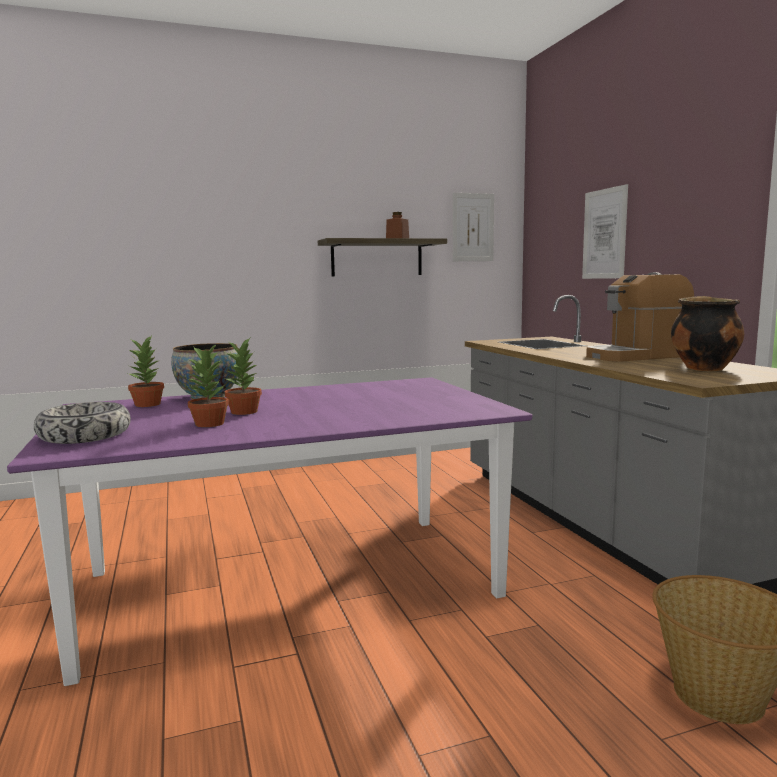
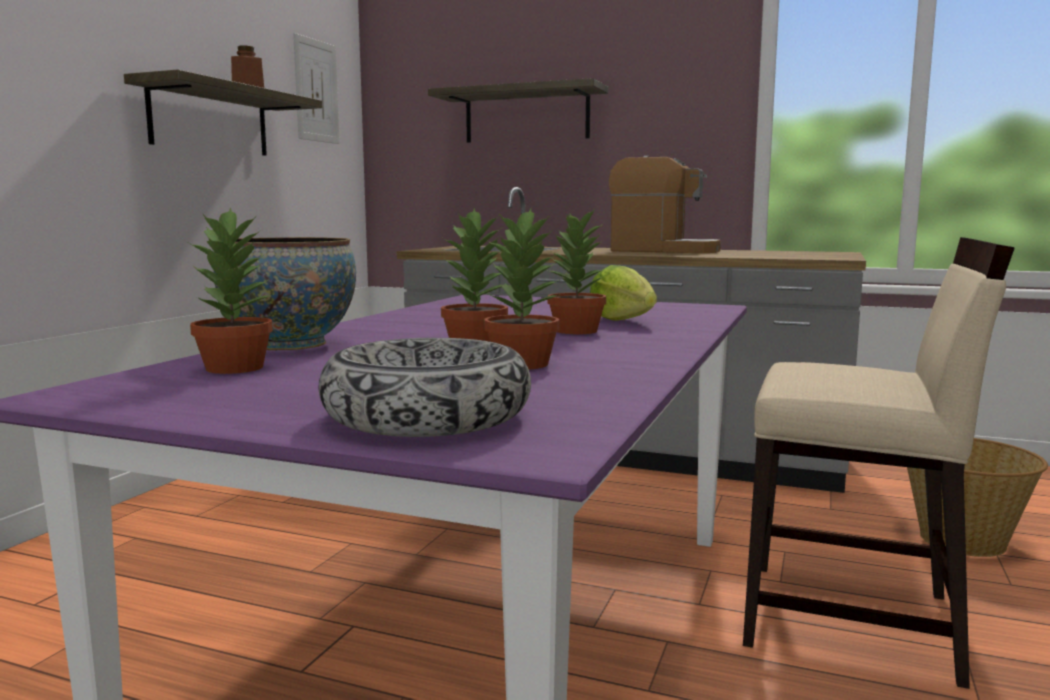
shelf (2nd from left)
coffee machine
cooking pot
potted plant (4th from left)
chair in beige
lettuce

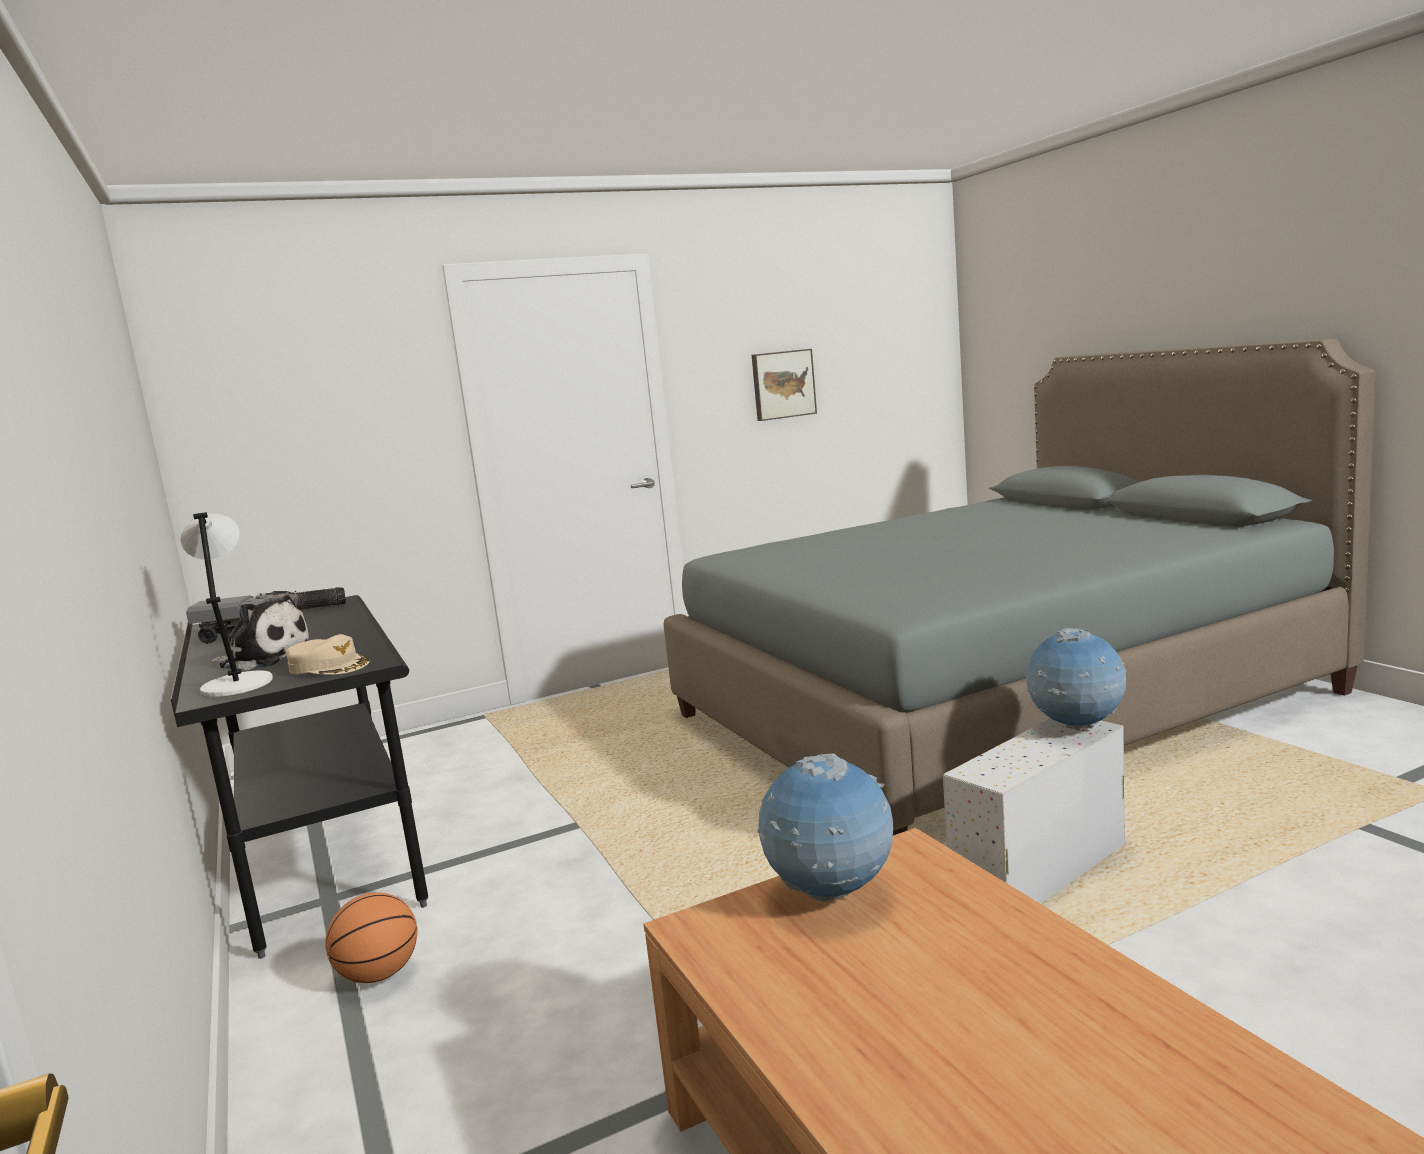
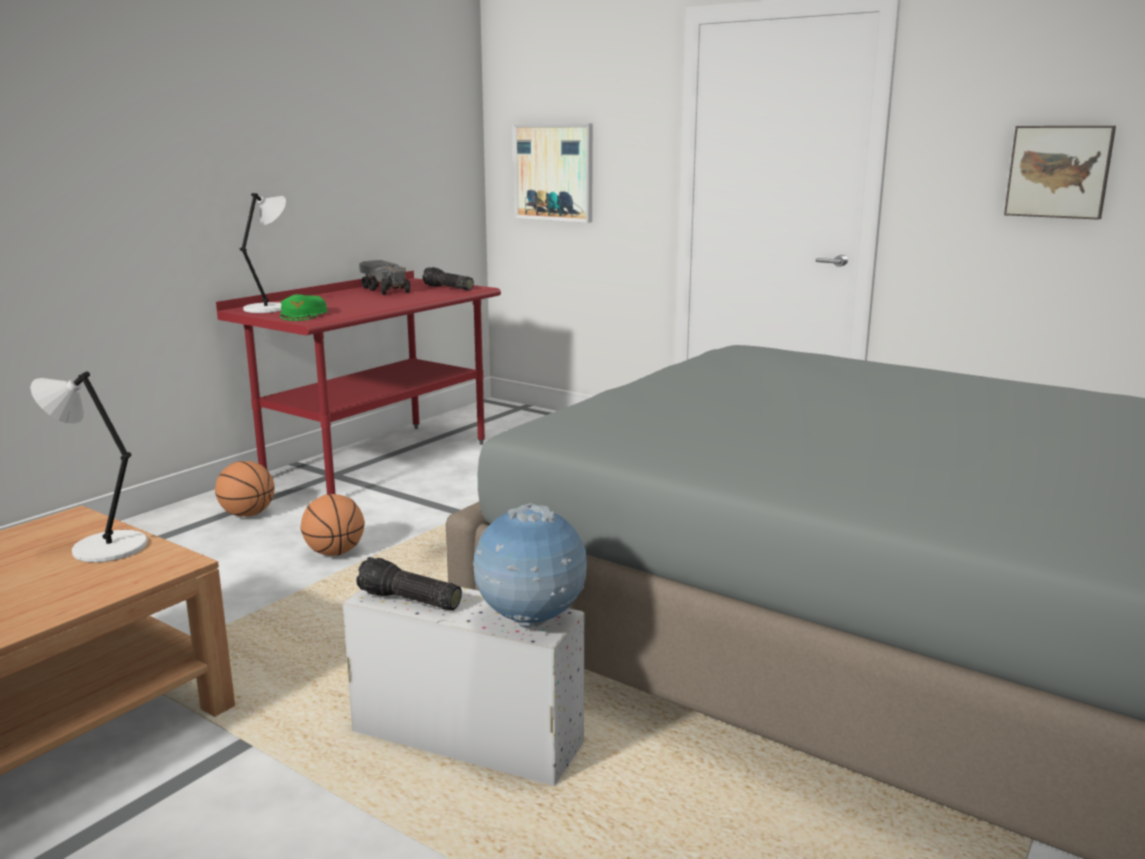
desk in red
plush toy
cap in green
table lamp in white (1st from left)
picture (1st from left)
basketball (2nd from left)
flashlight (1st from left)

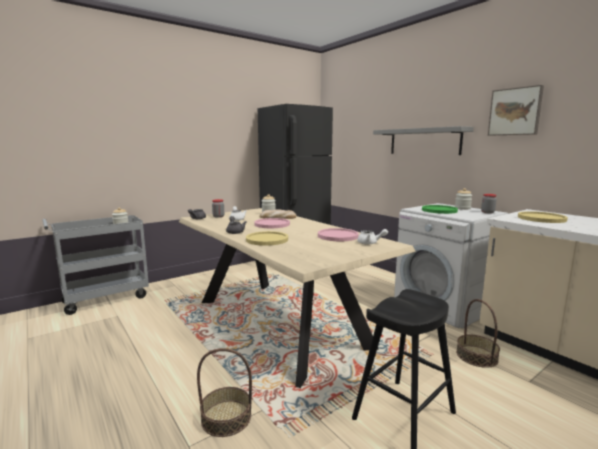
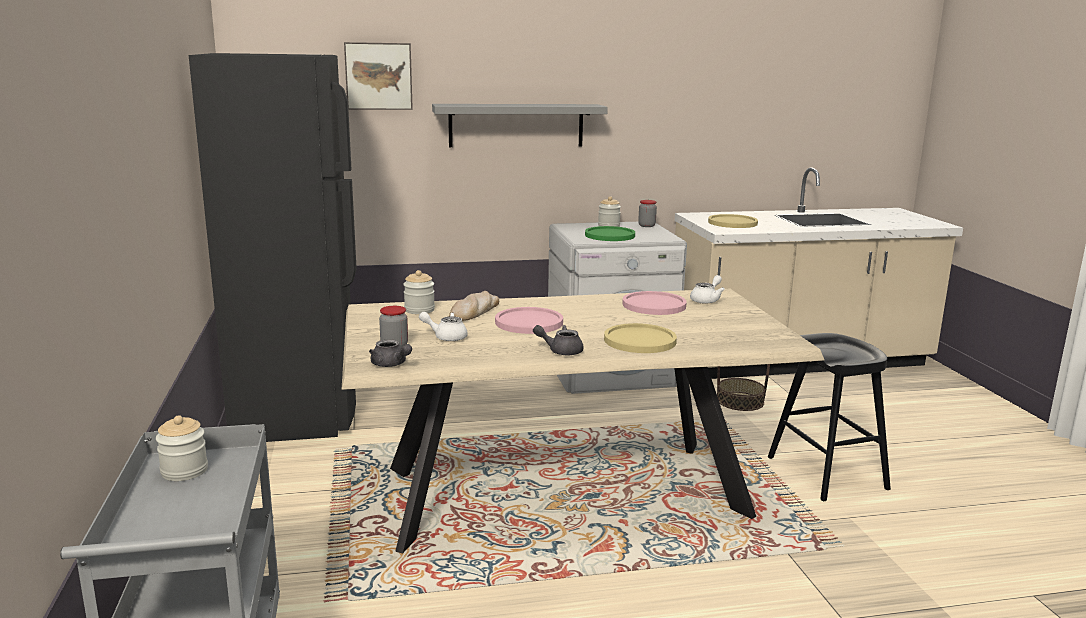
picture
basket (1st from left in the first image)

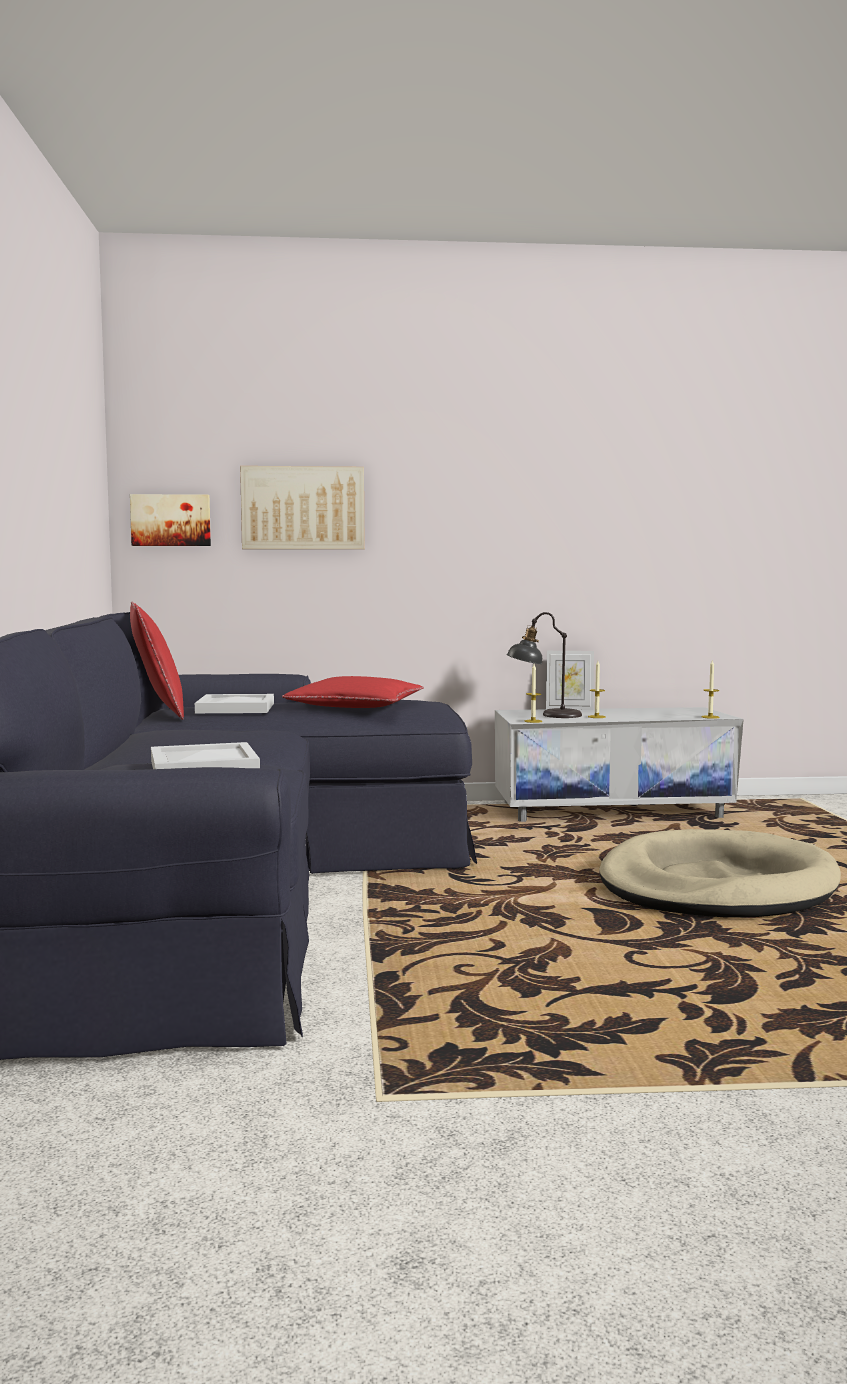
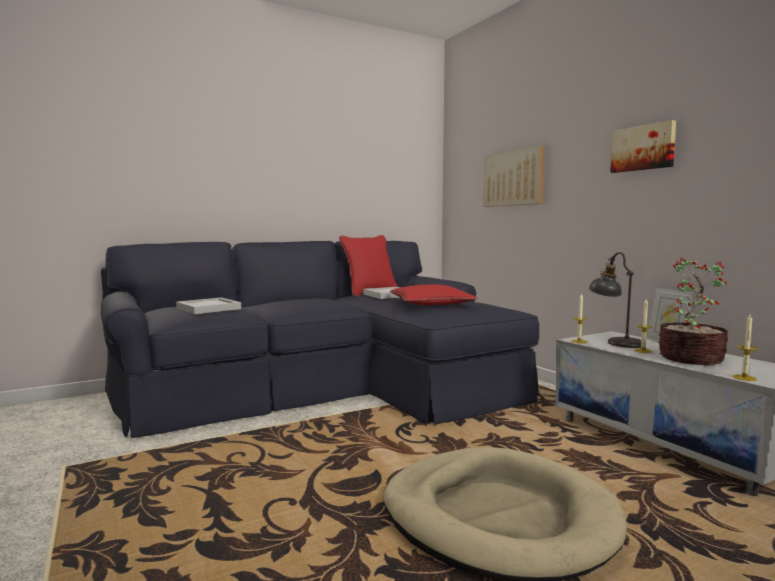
picture (2nd from left)
potted plant

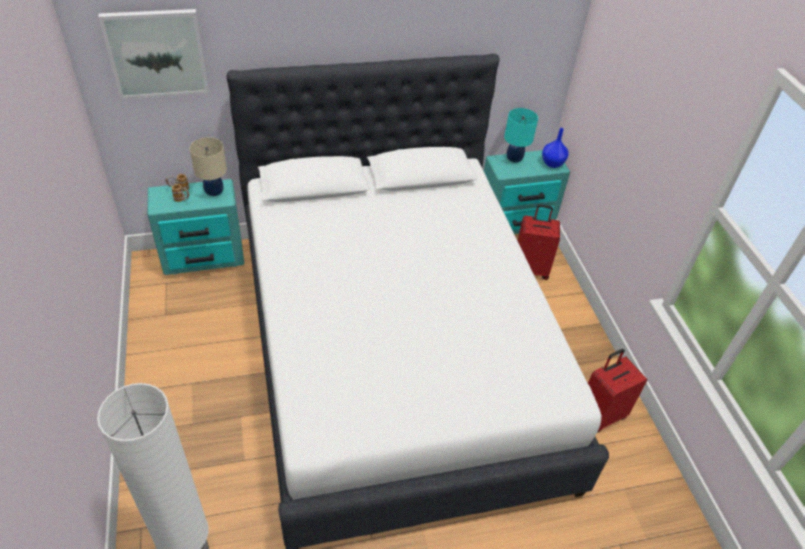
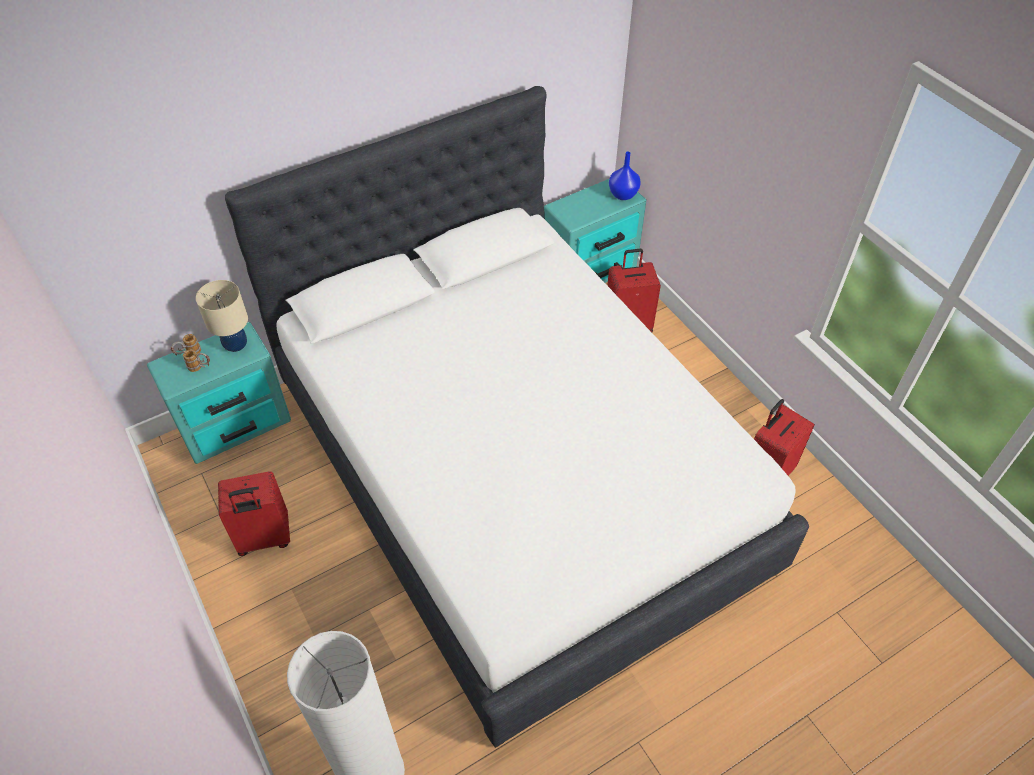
picture
table lamp in turquoise
suitcase in red (1st from left)

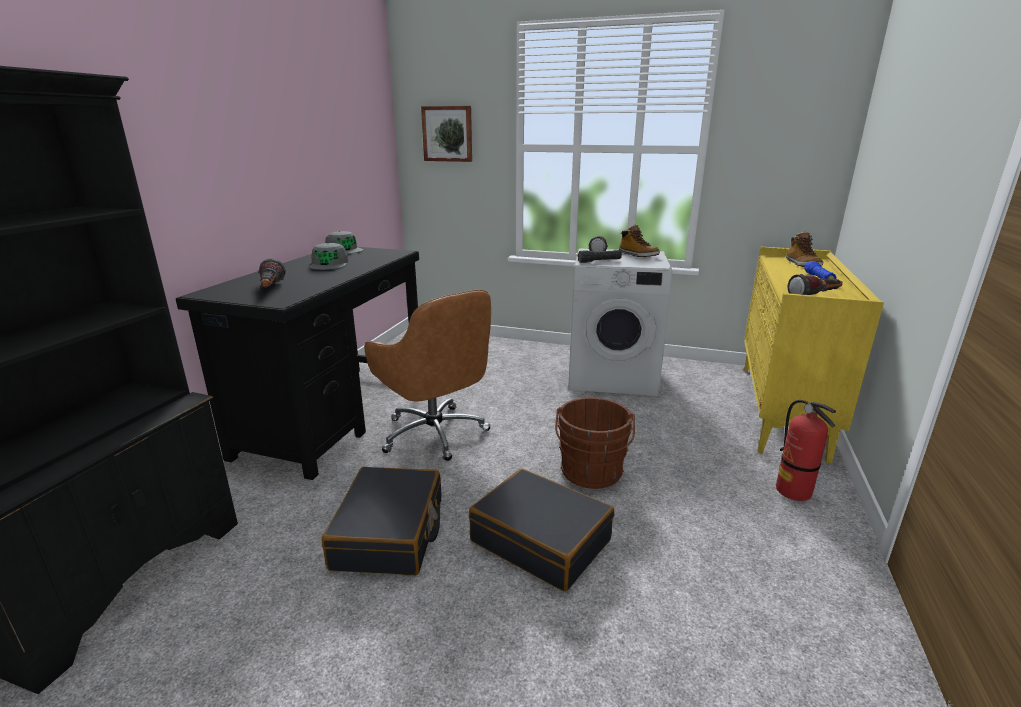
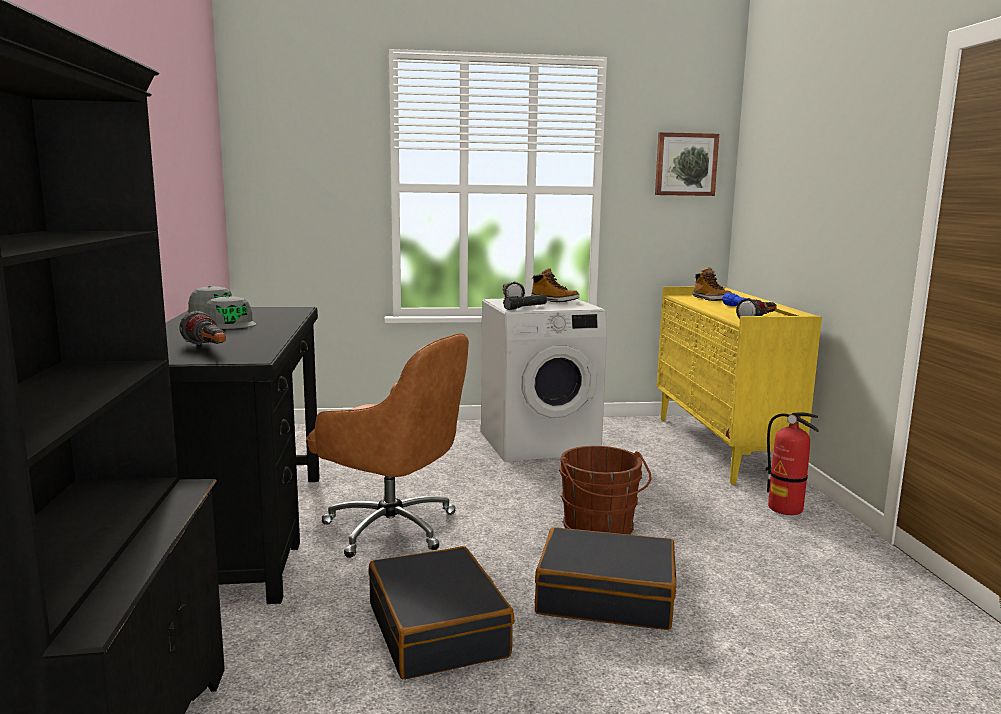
picture

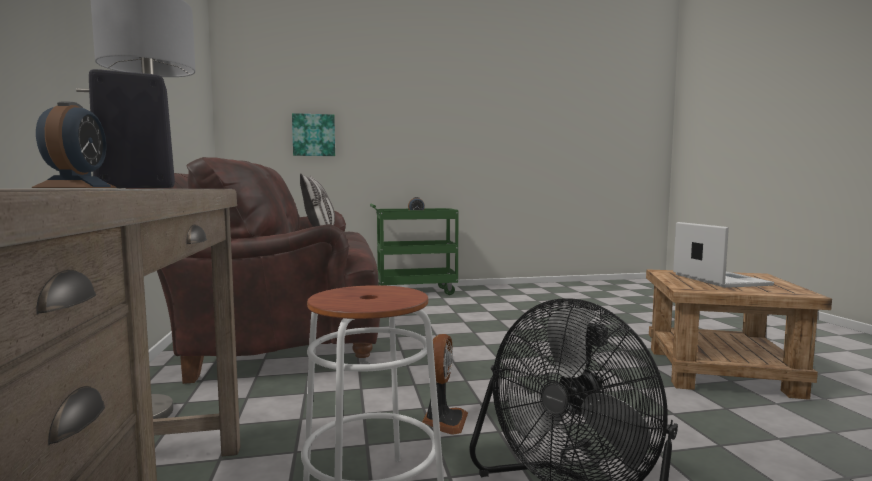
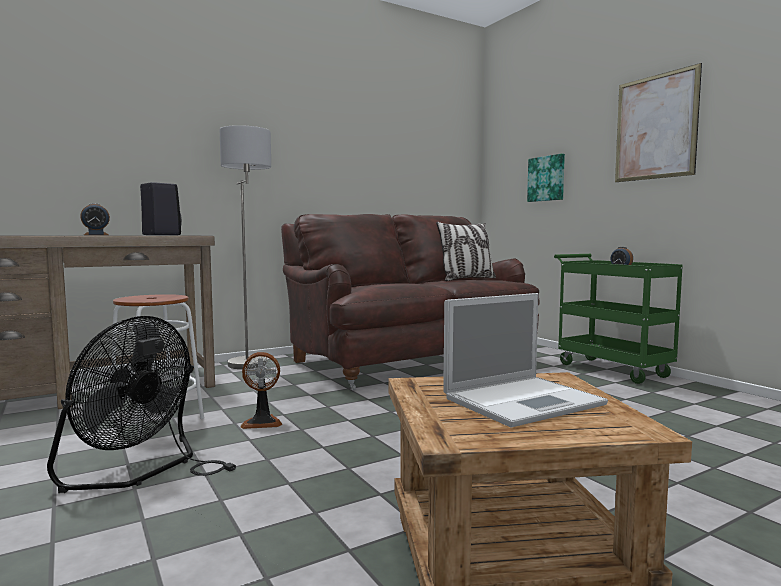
picture (2nd from left)

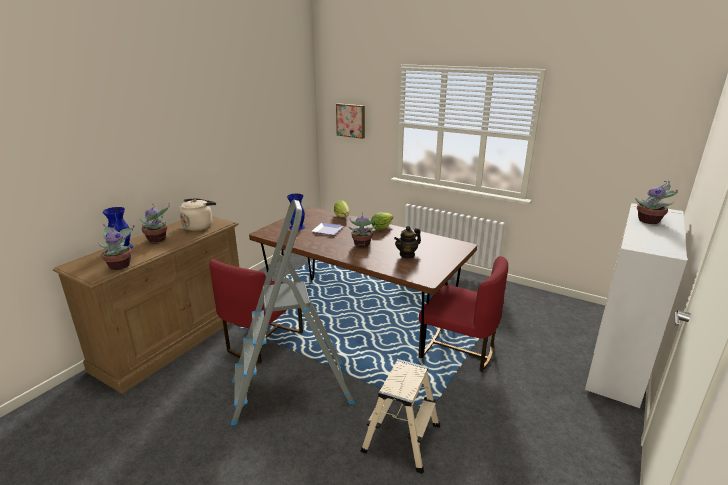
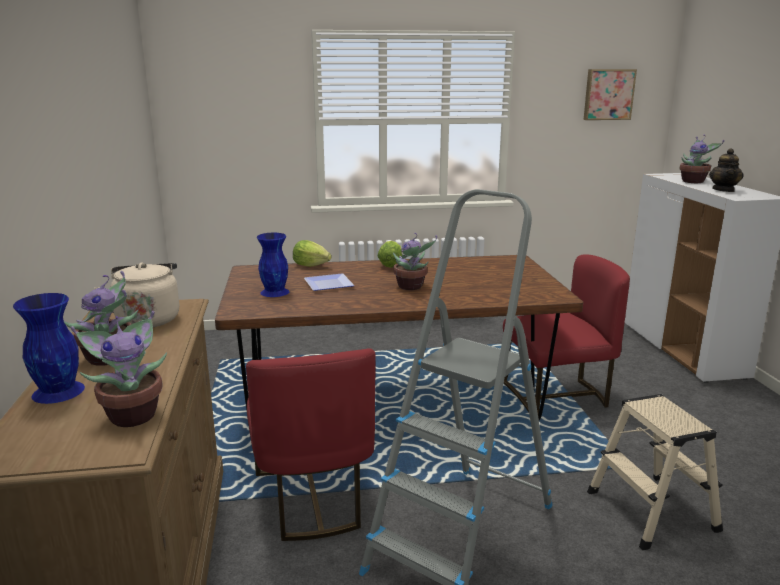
picture
teapot

